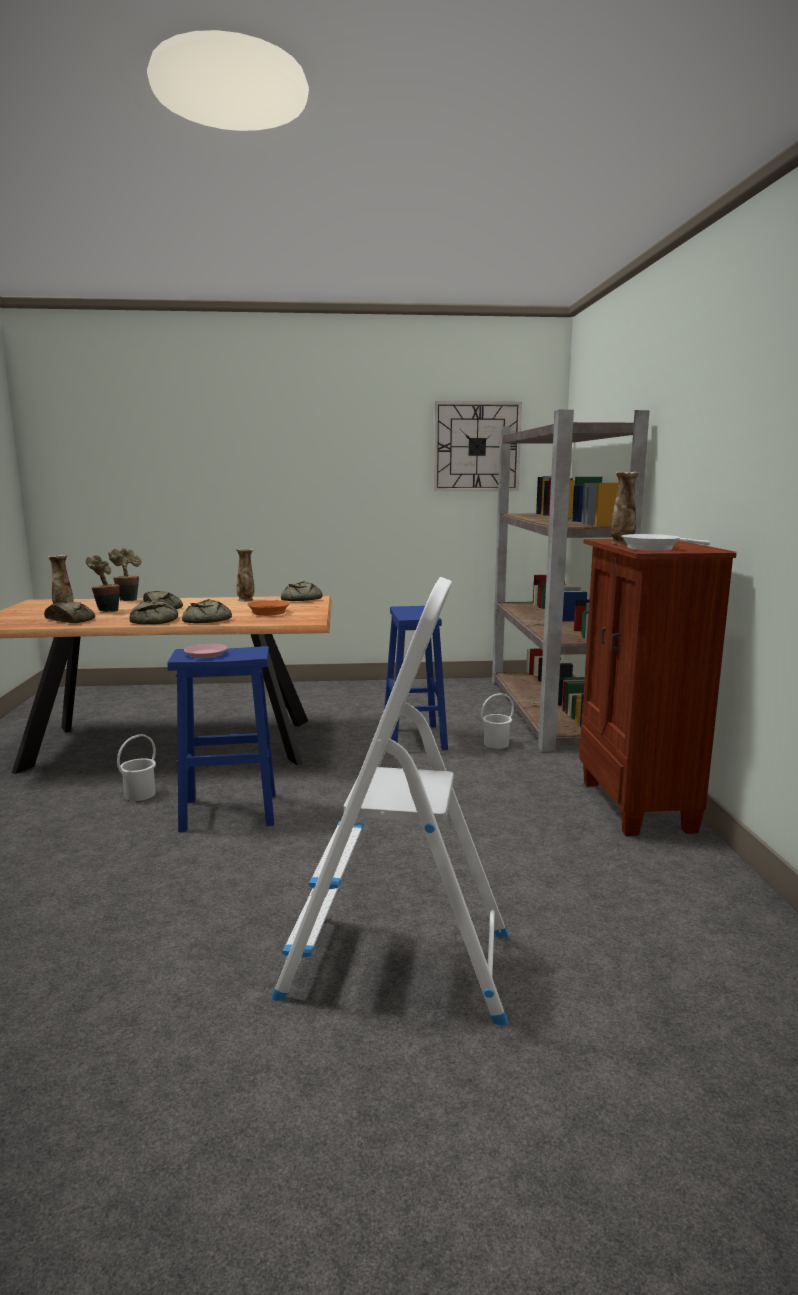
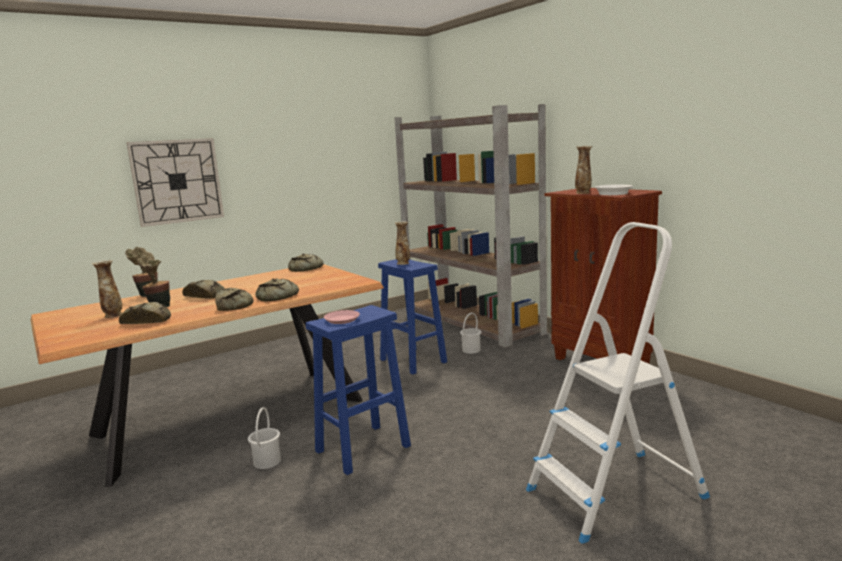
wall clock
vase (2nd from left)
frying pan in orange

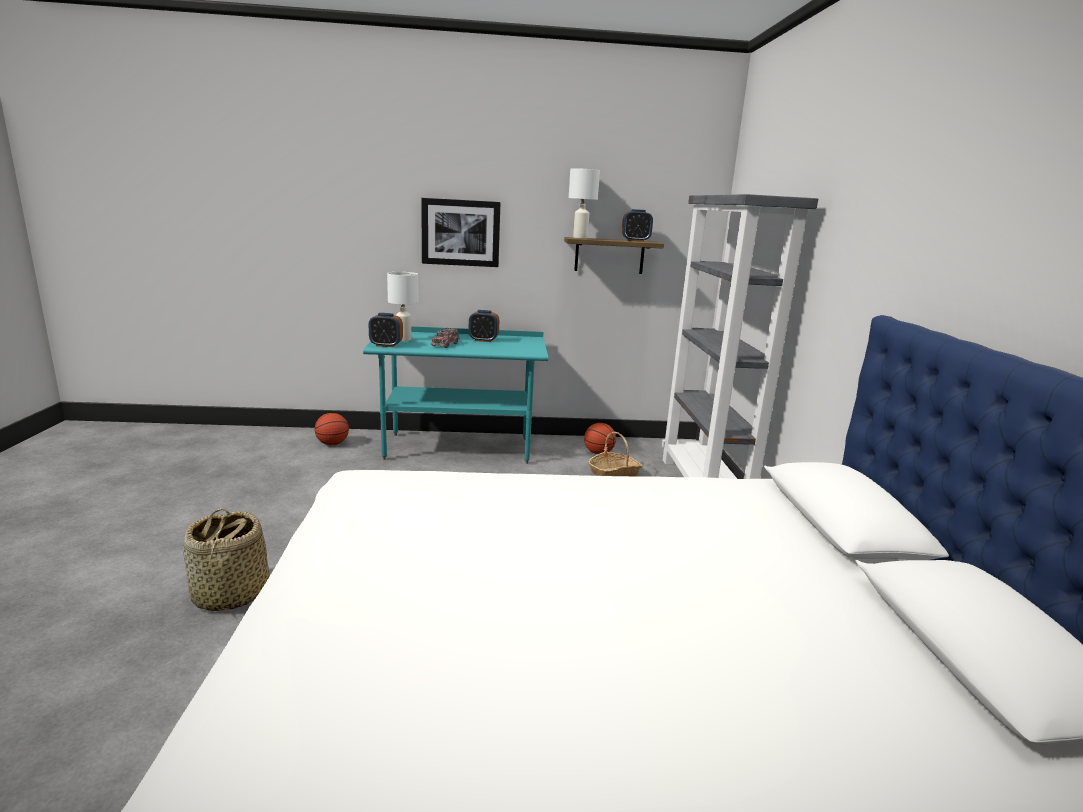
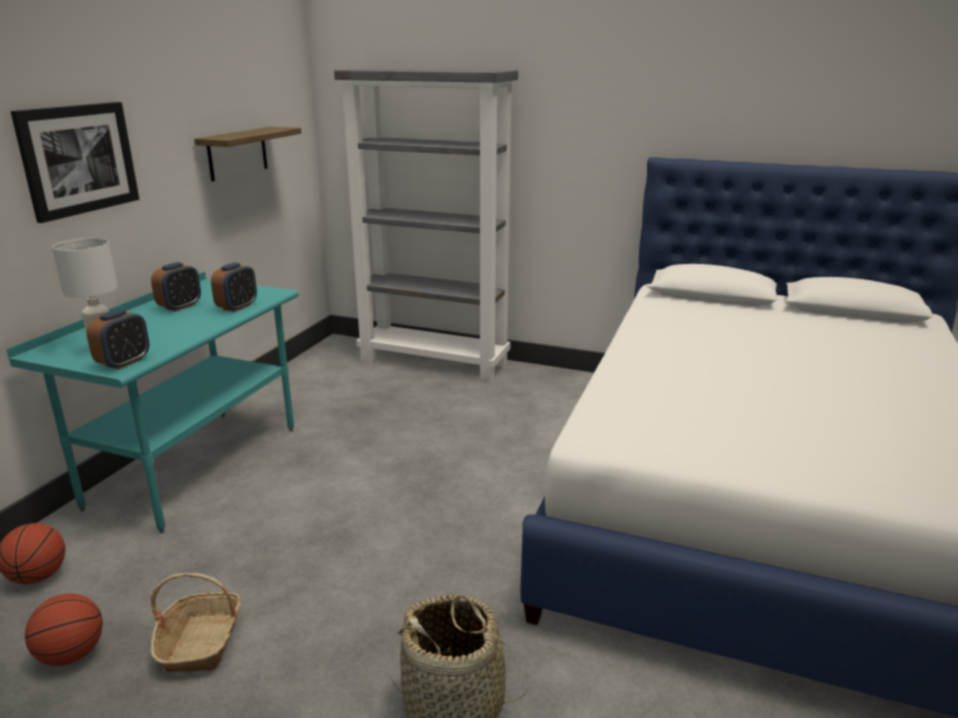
table lamp in white (2nd from left in the first image)
alarm clock (3rd from left)
toy truck
basketball (2nd from left)
basket (1st from left)

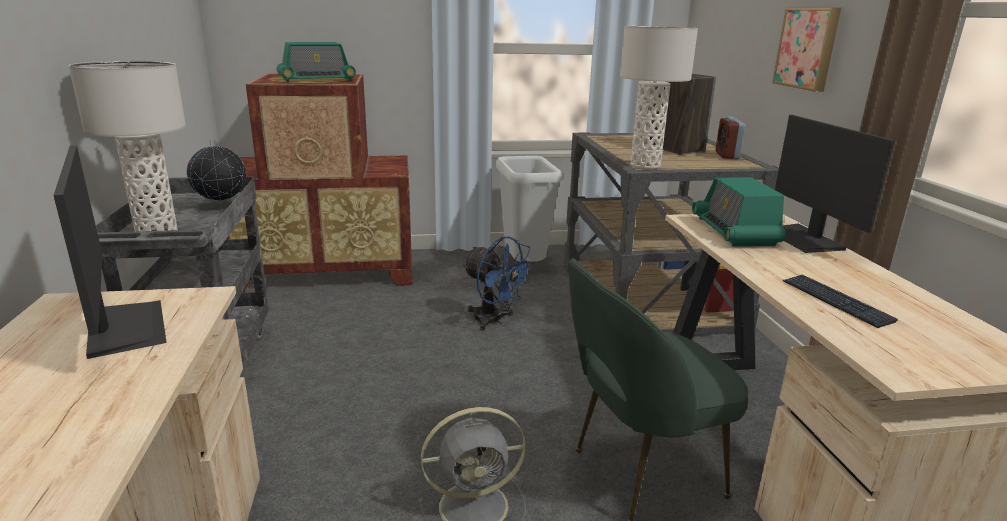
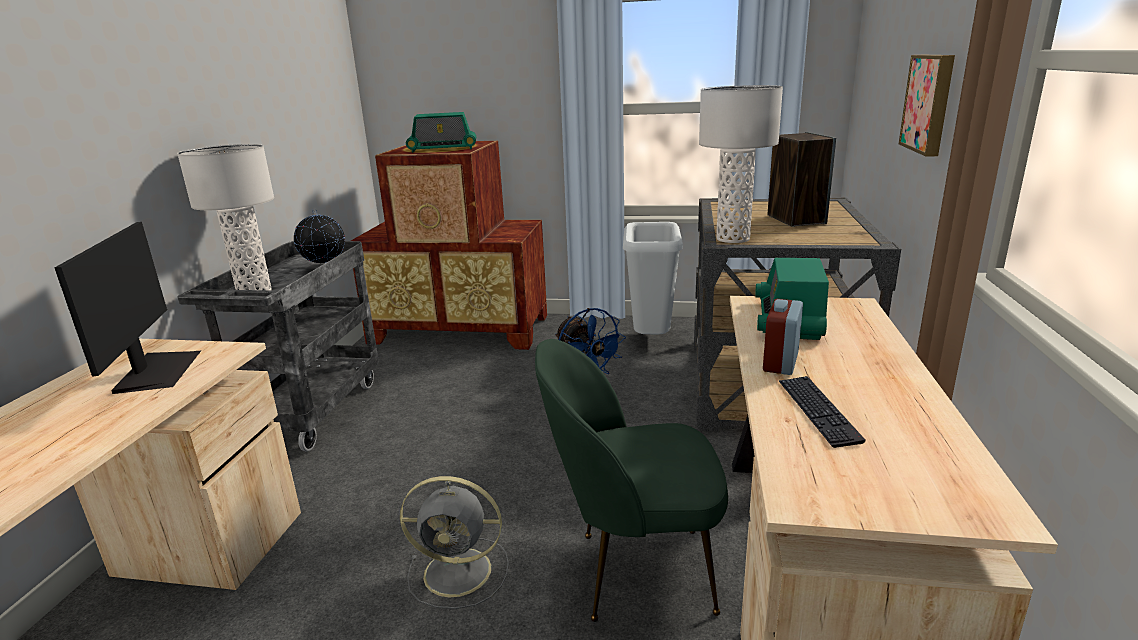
monitor (2nd from left in the first image)
alarm clock

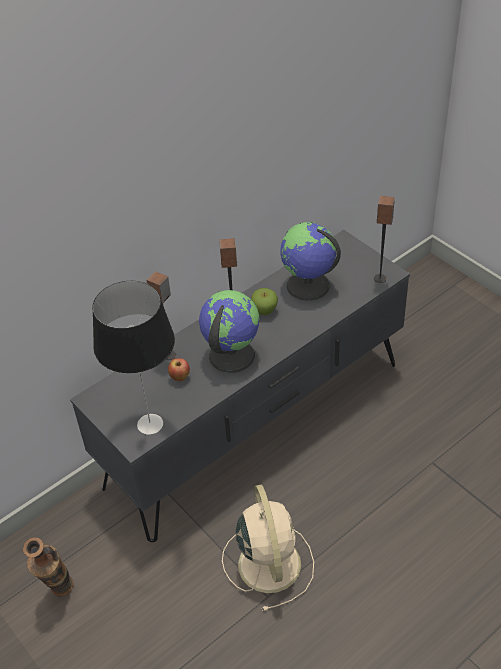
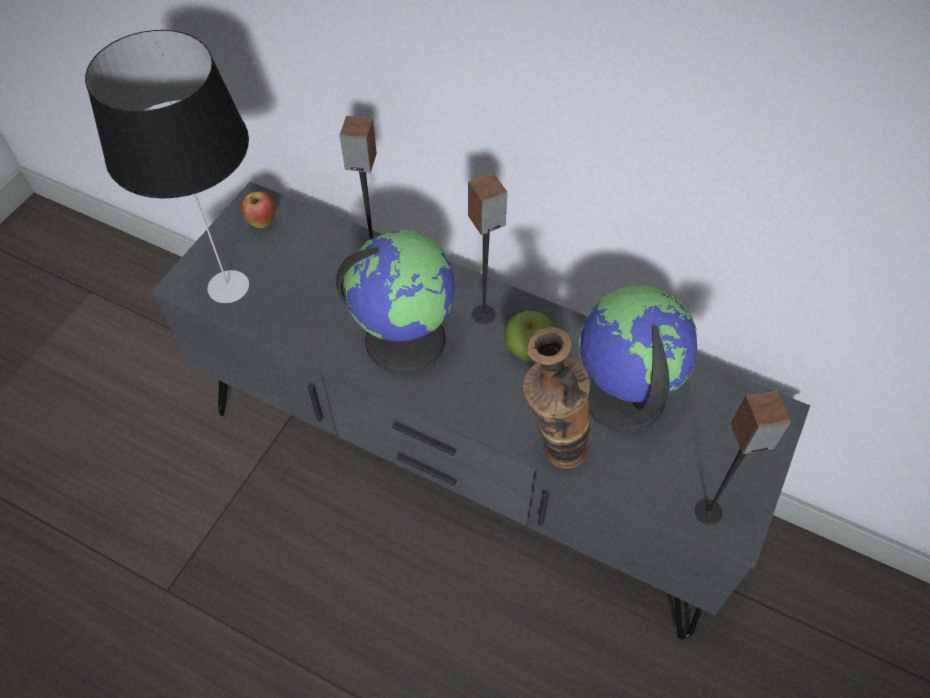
apple (1st from left)
fan in beige
vase

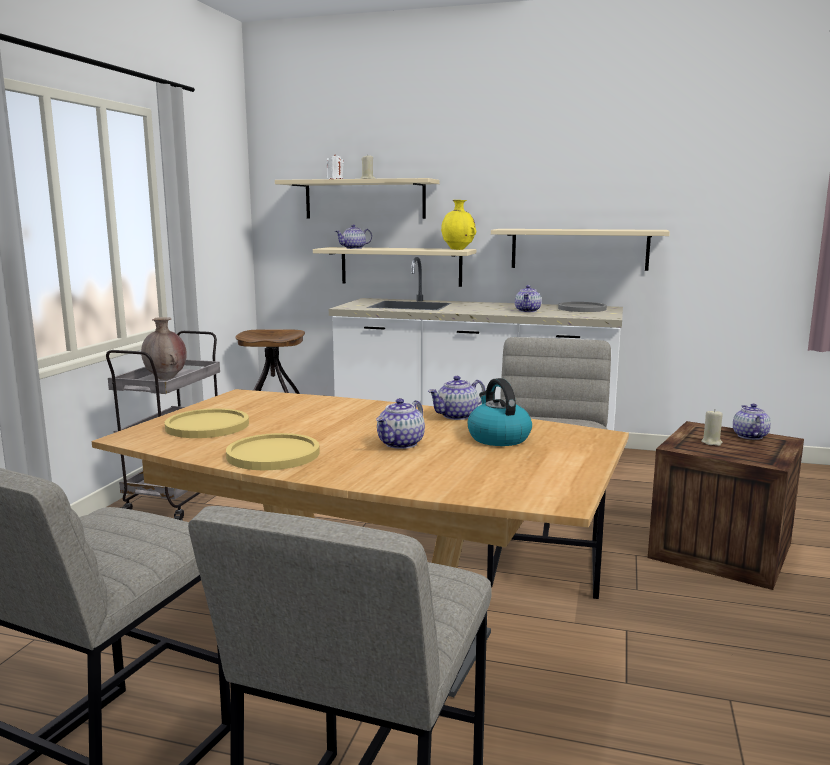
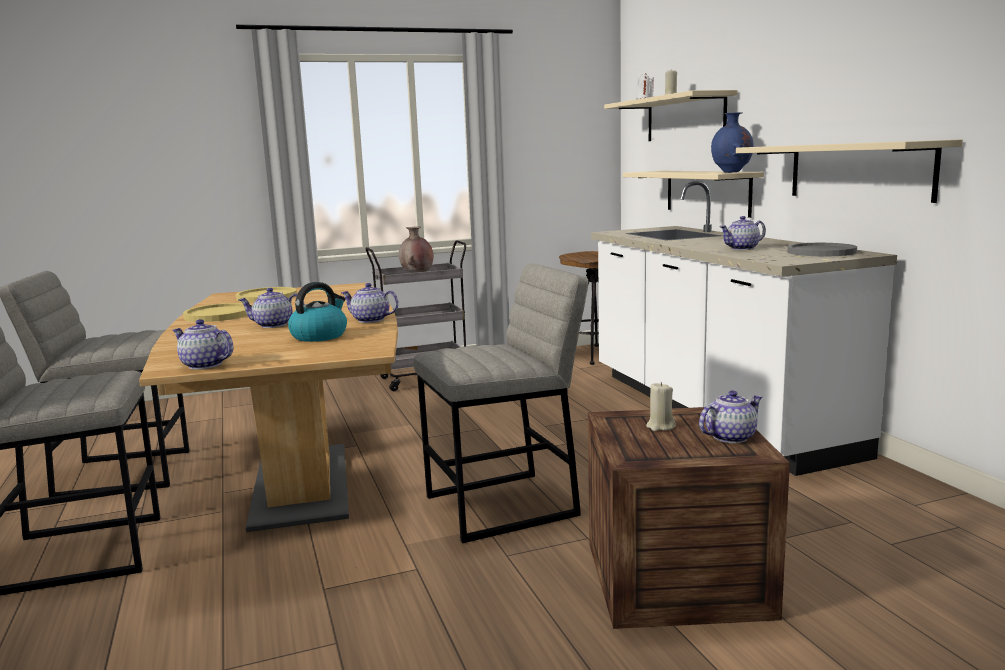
vase in blue
teapot (1st from left)

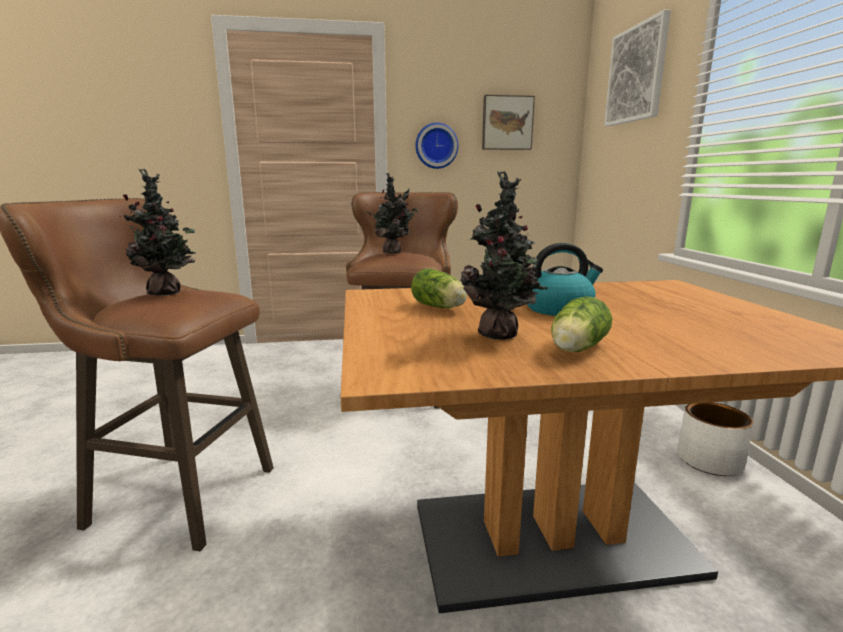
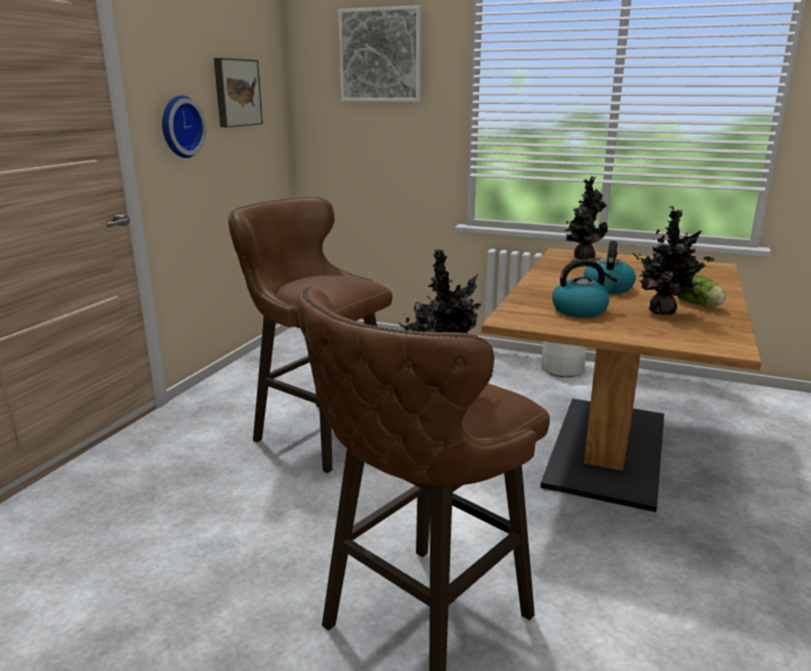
potted plant (2nd from left)
kettle (1st from left)

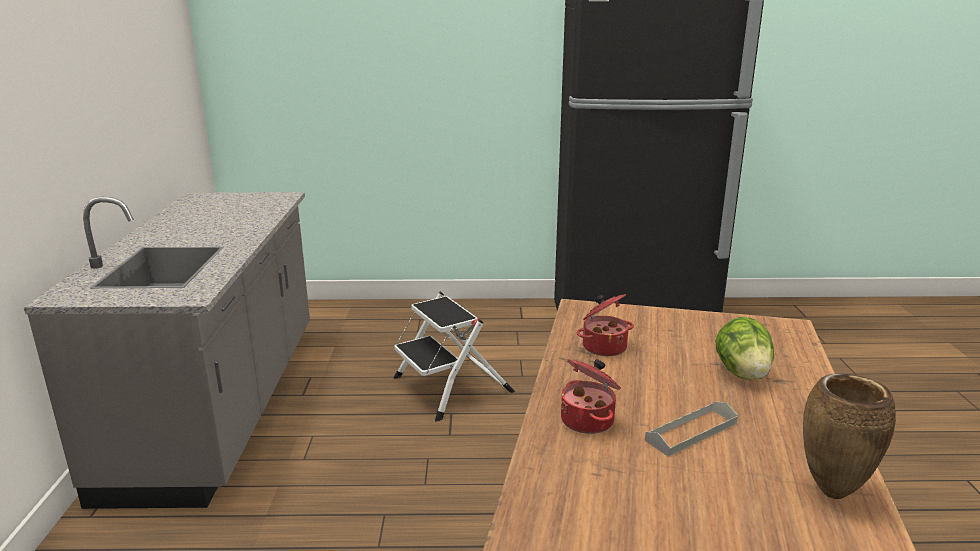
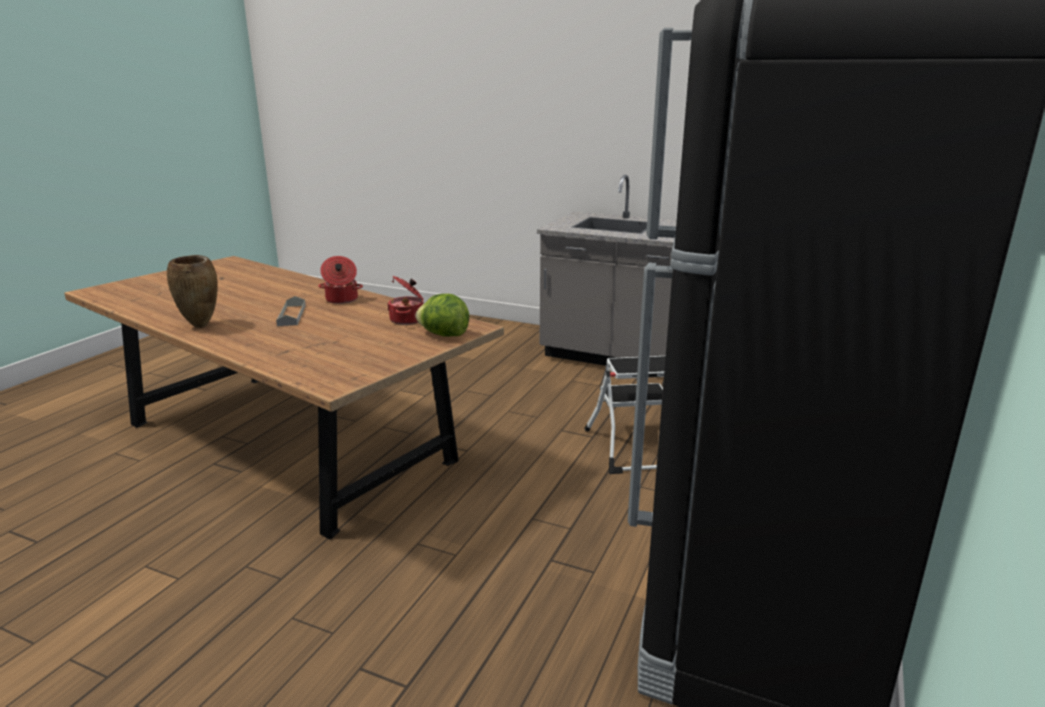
lettuce

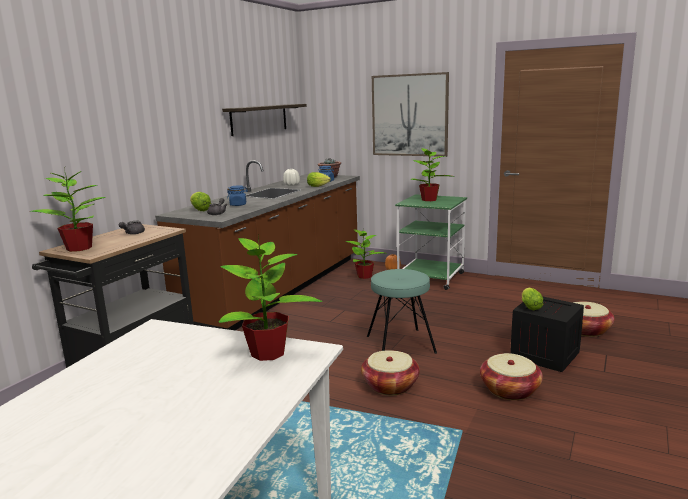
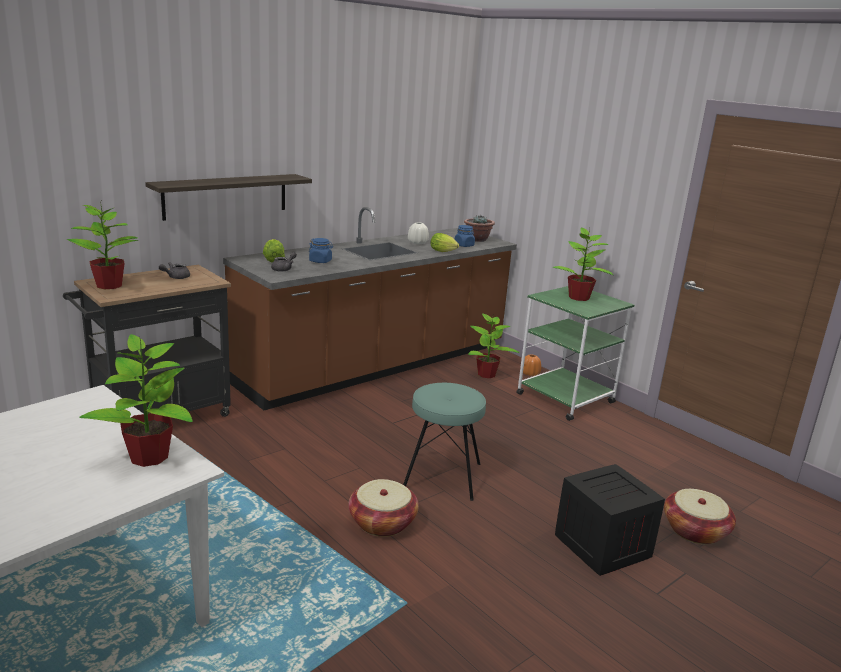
picture
shelf
lettuce (3rd from left in the first image)
basket (2nd from left in the first image)

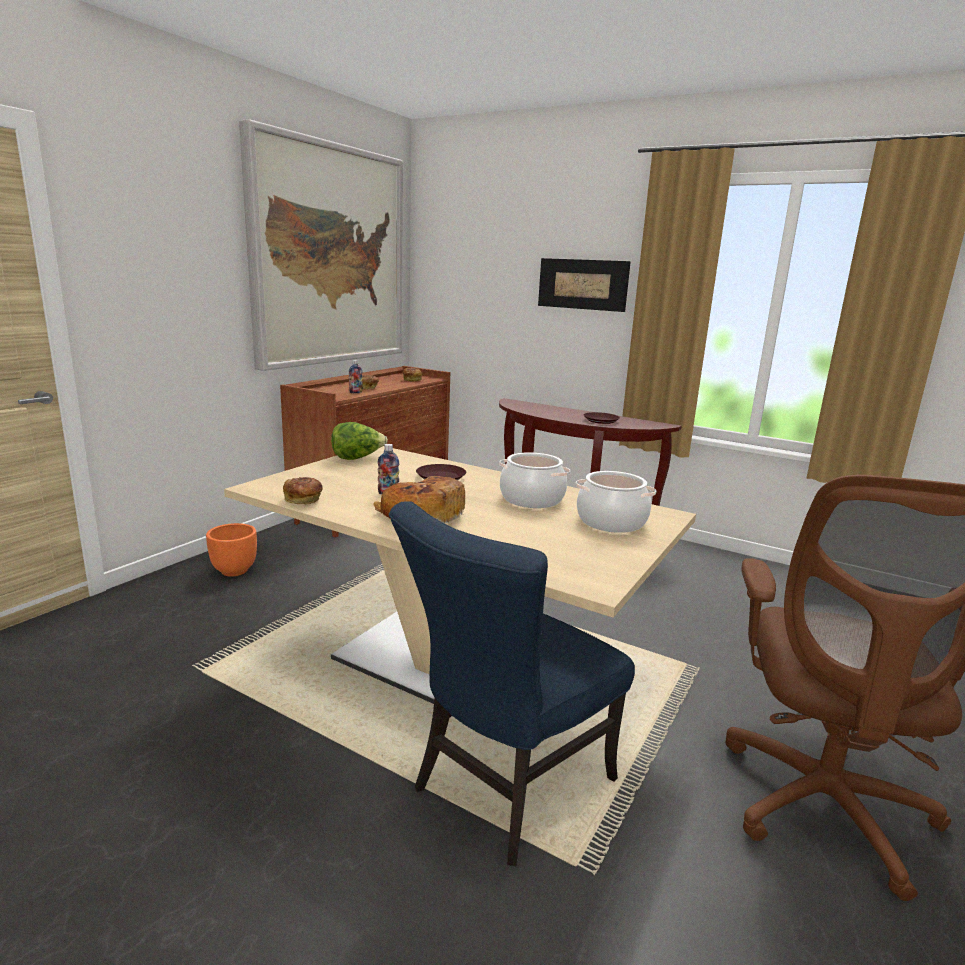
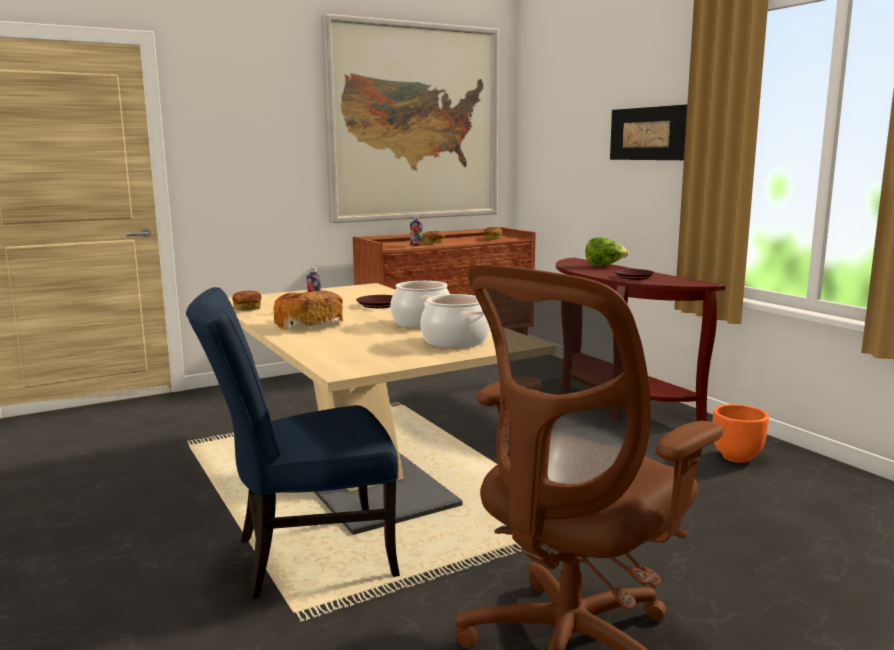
lettuce
planter in orange

